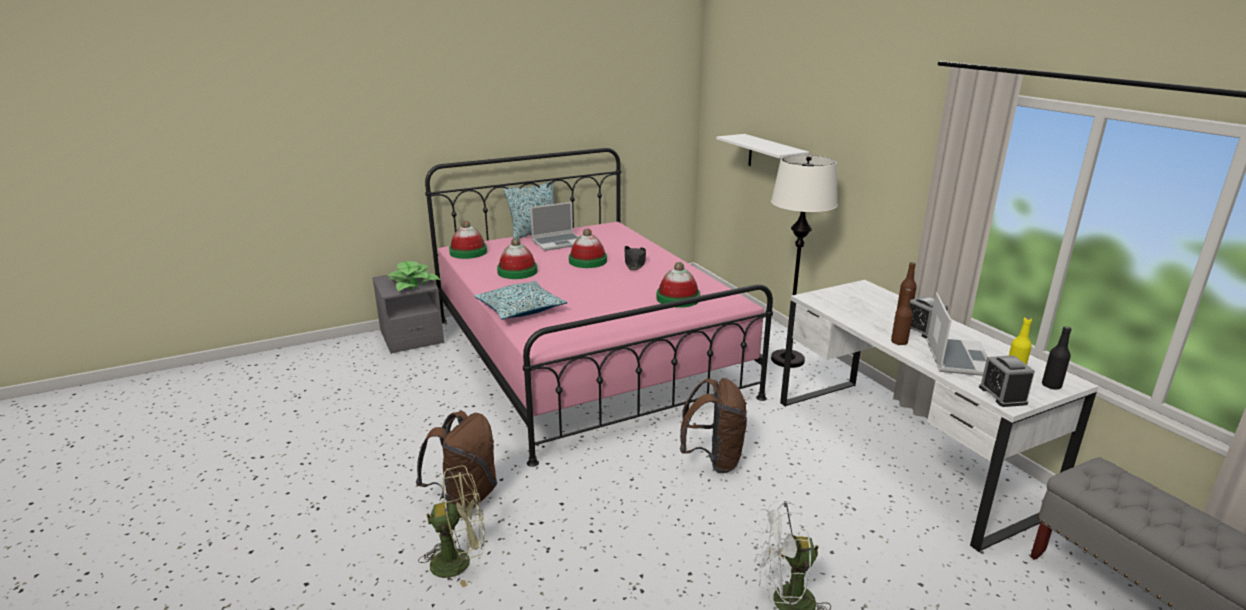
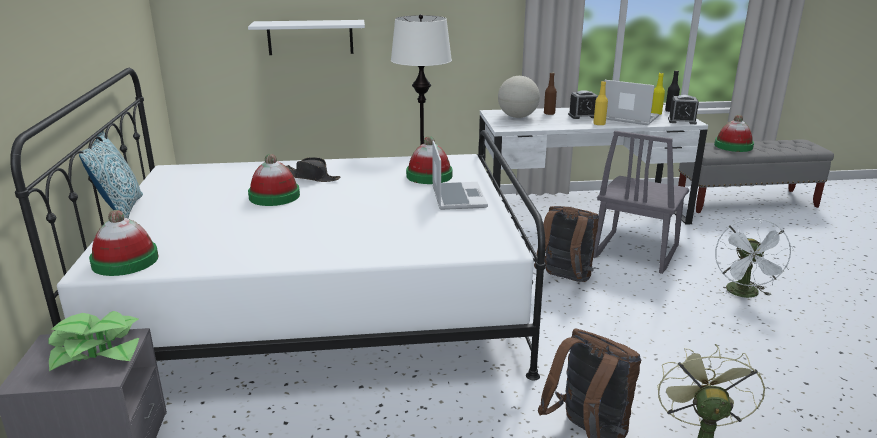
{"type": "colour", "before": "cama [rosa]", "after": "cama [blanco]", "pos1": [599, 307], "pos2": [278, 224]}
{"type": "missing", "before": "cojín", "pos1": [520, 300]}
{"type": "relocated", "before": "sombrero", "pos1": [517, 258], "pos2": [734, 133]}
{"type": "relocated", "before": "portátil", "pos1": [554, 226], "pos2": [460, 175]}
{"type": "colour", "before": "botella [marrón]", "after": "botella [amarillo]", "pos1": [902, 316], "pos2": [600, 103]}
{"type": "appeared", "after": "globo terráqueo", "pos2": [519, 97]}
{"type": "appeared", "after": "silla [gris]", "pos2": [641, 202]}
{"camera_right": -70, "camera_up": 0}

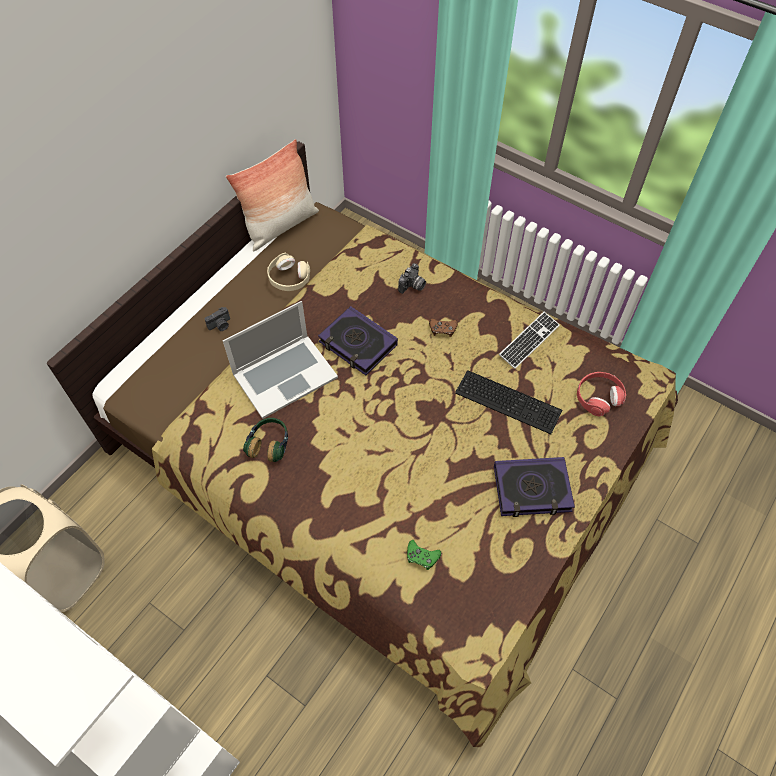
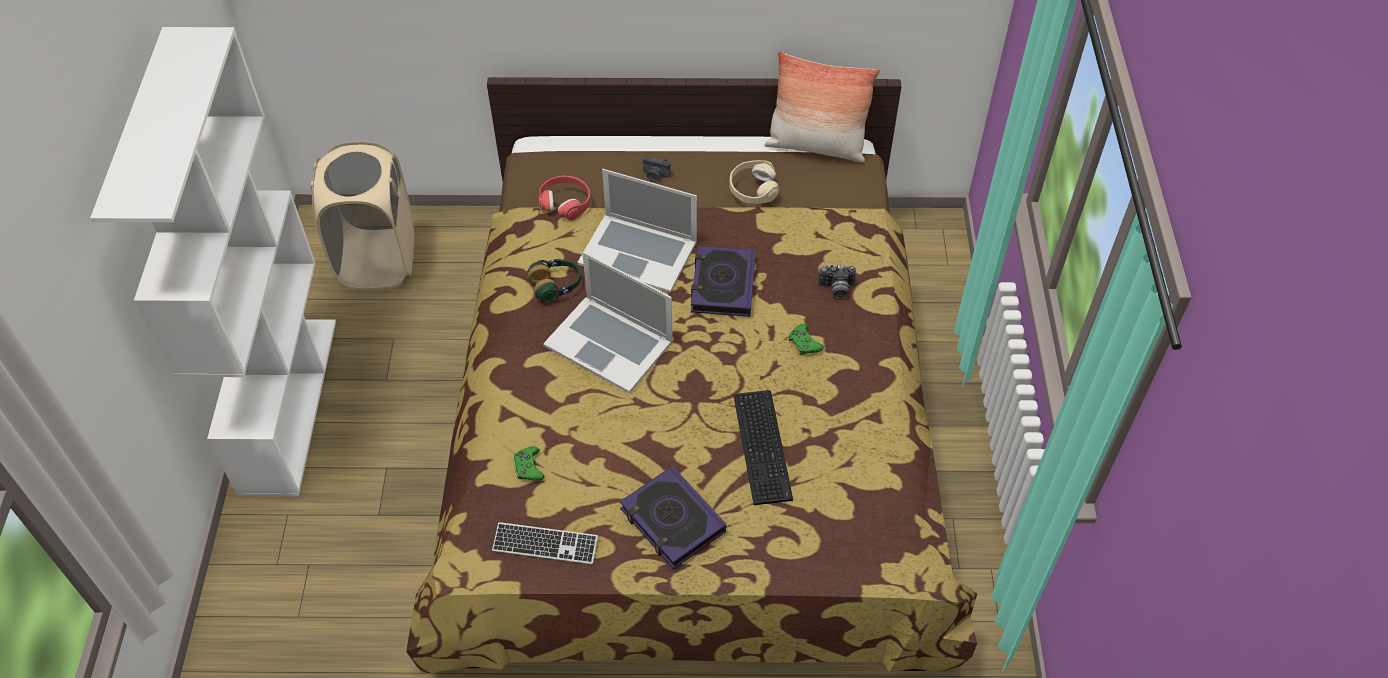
{"type": "colour", "before": "mando de consola [marrón]", "after": "mando de consola [verde]", "pos1": [443, 327], "pos2": [806, 339]}
{"type": "relocated", "before": "teclado", "pos1": [529, 340], "pos2": [545, 543]}
{"type": "relocated", "before": "auriculares [rojo]", "pos1": [601, 394], "pos2": [564, 198]}
{"type": "appeared", "after": "portátil", "pos2": [608, 322]}
{"camera_right": 55, "camera_up": -5}

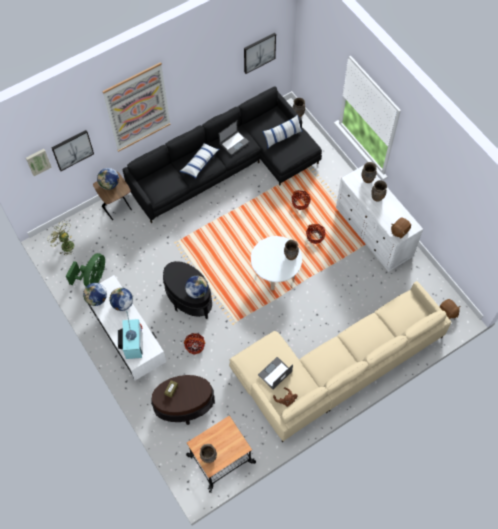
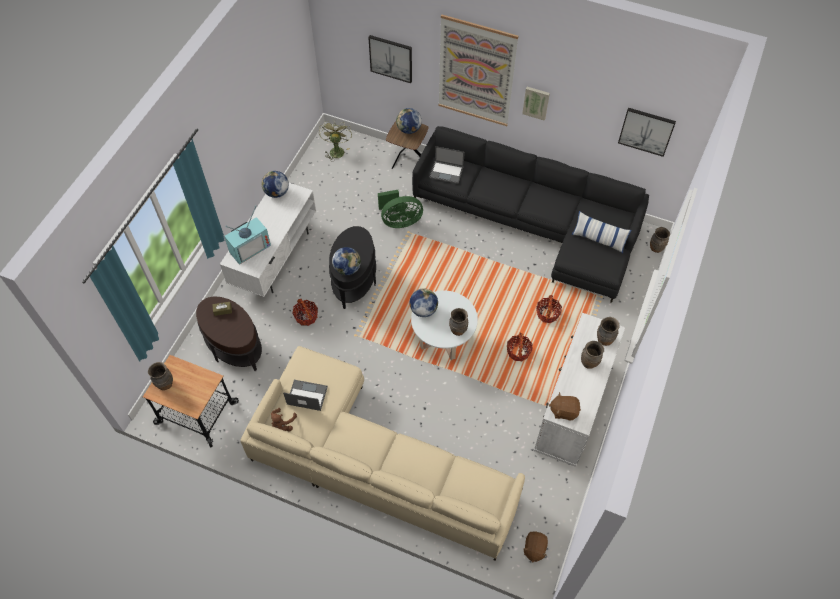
{"type": "relocated", "before": "cuadro", "pos1": [39, 162], "pos2": [536, 103]}
{"type": "relocated", "before": "ventilador [verde]", "pos1": [85, 270], "pos2": [400, 209]}
{"type": "relocated", "before": "globo terráqueo", "pos1": [121, 299], "pos2": [423, 302]}
{"type": "missing", "before": "cojín", "pos1": [199, 161]}
{"type": "relocated", "before": "portátil", "pos1": [234, 138], "pos2": [447, 165]}
{"camera_right": 55, "camera_up": -5}

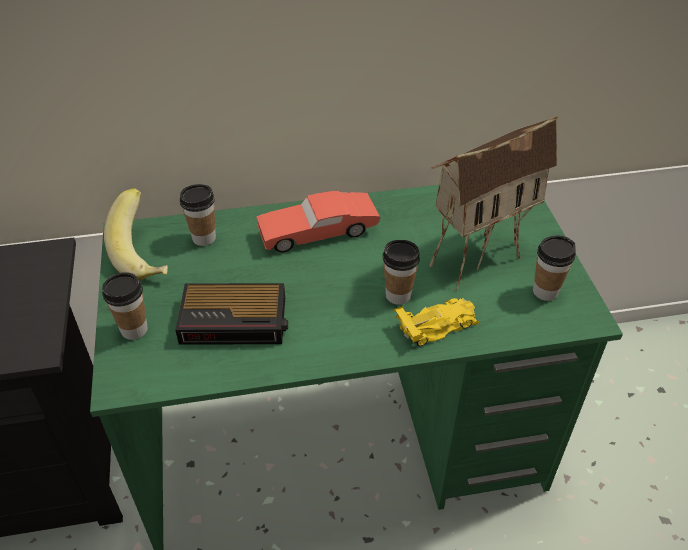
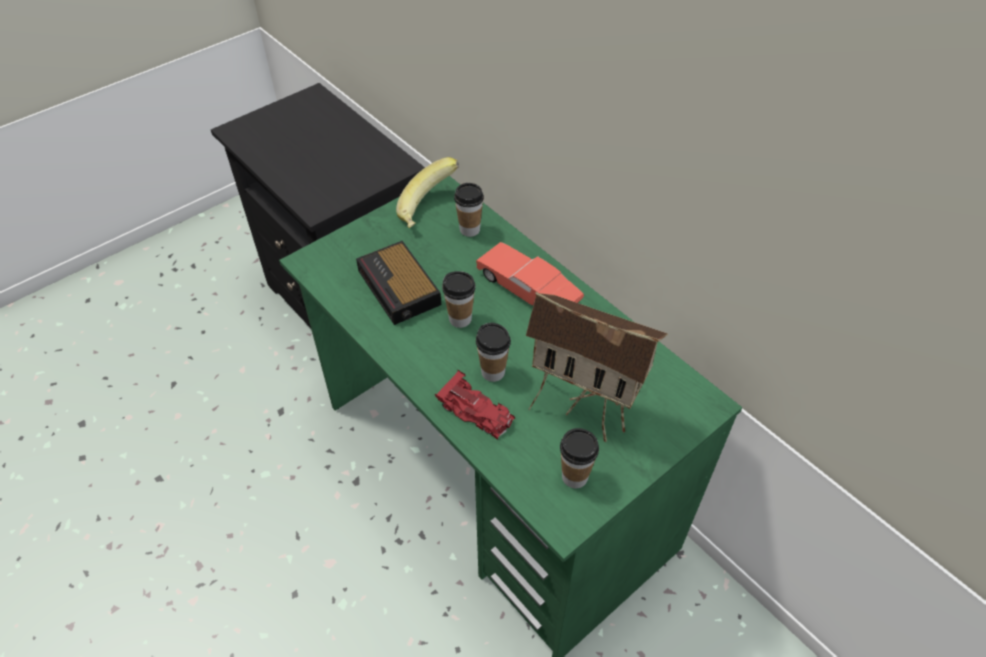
{"type": "relocated", "before": "taza", "pos1": [125, 306], "pos2": [458, 299]}
{"type": "colour", "before": "coche de juguete [amarillo]", "after": "coche de juguete [rojo]", "pos1": [436, 322], "pos2": [475, 404]}
{"camera_right": 60, "camera_up": 5}

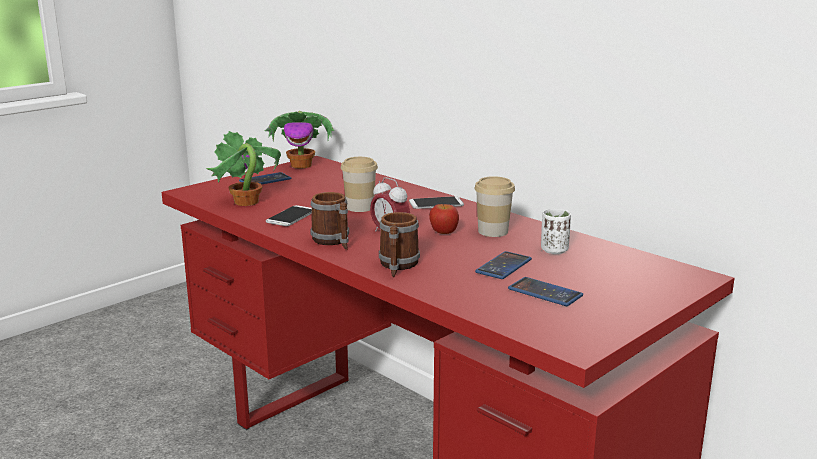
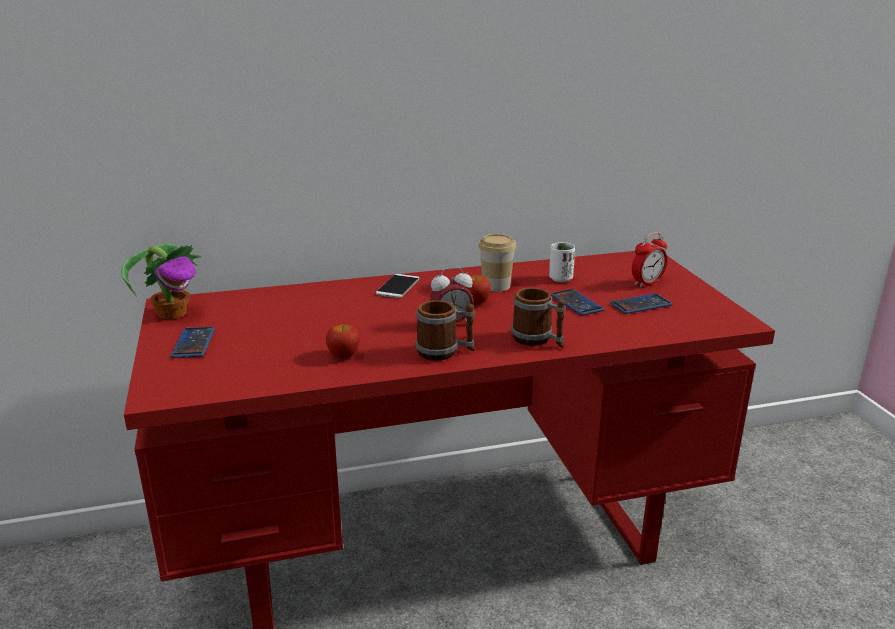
{"type": "missing", "before": "planta en maceta", "pos1": [243, 168]}
{"type": "exchanged", "before": "móvil", "after": "manzana", "pos1": [289, 215], "pos2": [343, 341]}
{"type": "missing", "before": "taza", "pos1": [359, 184]}
{"type": "appeared", "after": "despertador", "pos2": [649, 259]}
{"camera_right": -60, "camera_up": 5}

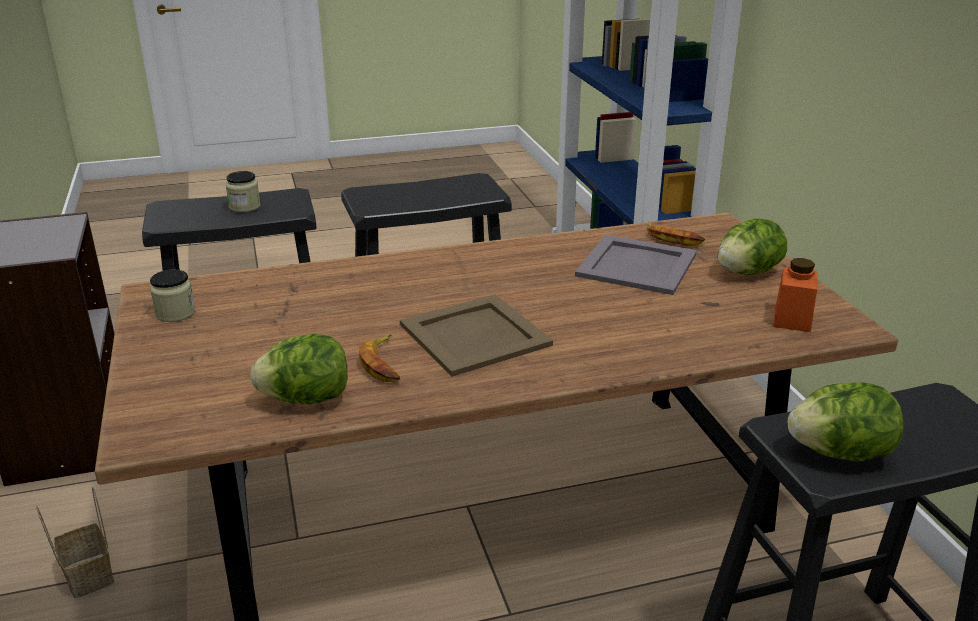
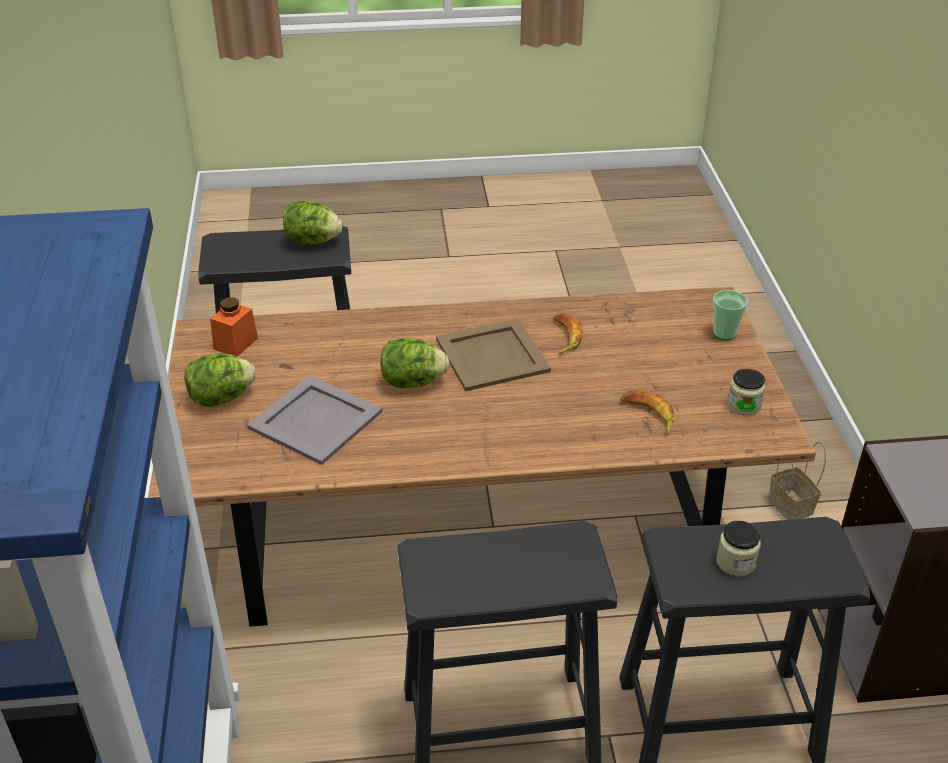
{"type": "relocated", "before": "lechuga", "pos1": [299, 369], "pos2": [415, 362]}
{"type": "relocated", "before": "plátano", "pos1": [676, 234], "pos2": [647, 412]}
{"type": "appeared", "after": "taza", "pos2": [730, 315]}
{"camera_right": -170, "camera_up": 10}

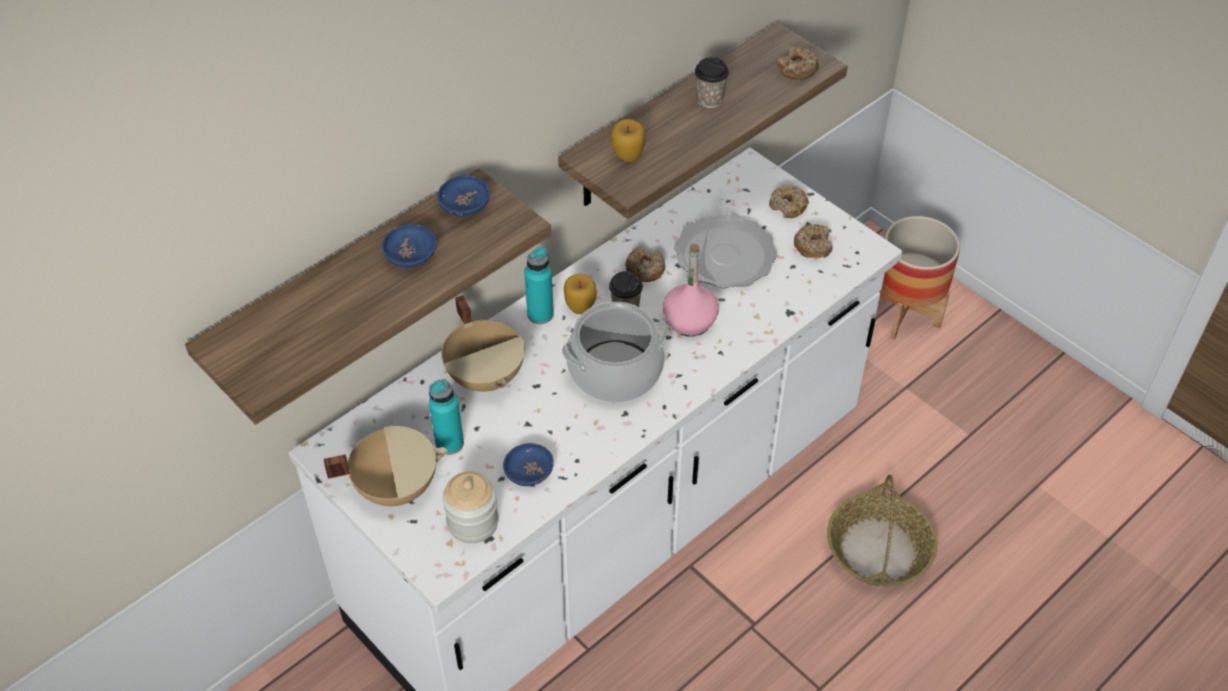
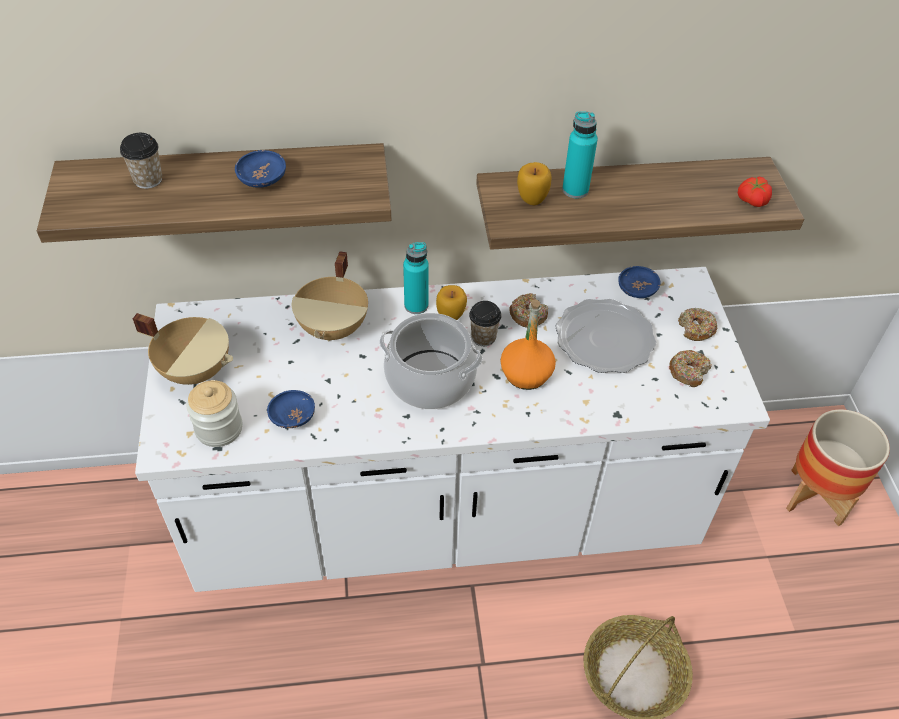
{"type": "relocated", "before": "botella [turquesa]", "pos1": [446, 417], "pos2": [580, 155]}
{"type": "relocated", "before": "cuenco [azul]", "pos1": [463, 195], "pos2": [639, 282]}
{"type": "colour", "before": "botella [rosa]", "after": "botella [naranja]", "pos1": [691, 290], "pos2": [528, 344]}
{"type": "relocated", "before": "taza", "pos1": [712, 82], "pos2": [141, 161]}
{"type": "exchanged", "before": "rosquilla", "after": "tomate", "pos1": [798, 63], "pos2": [755, 192]}
{"camera_right": 35, "camera_up": 0}

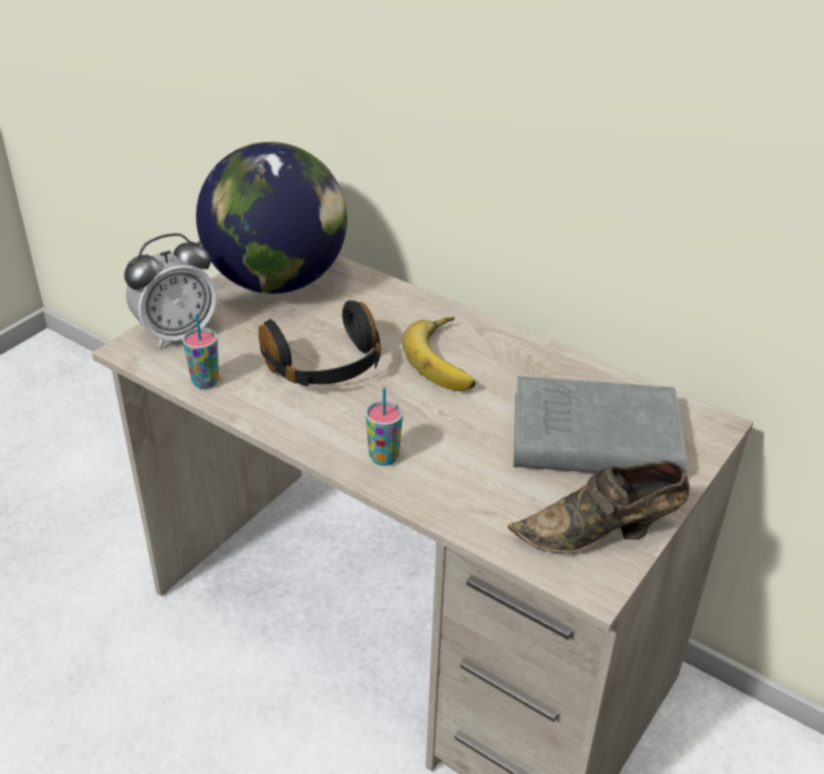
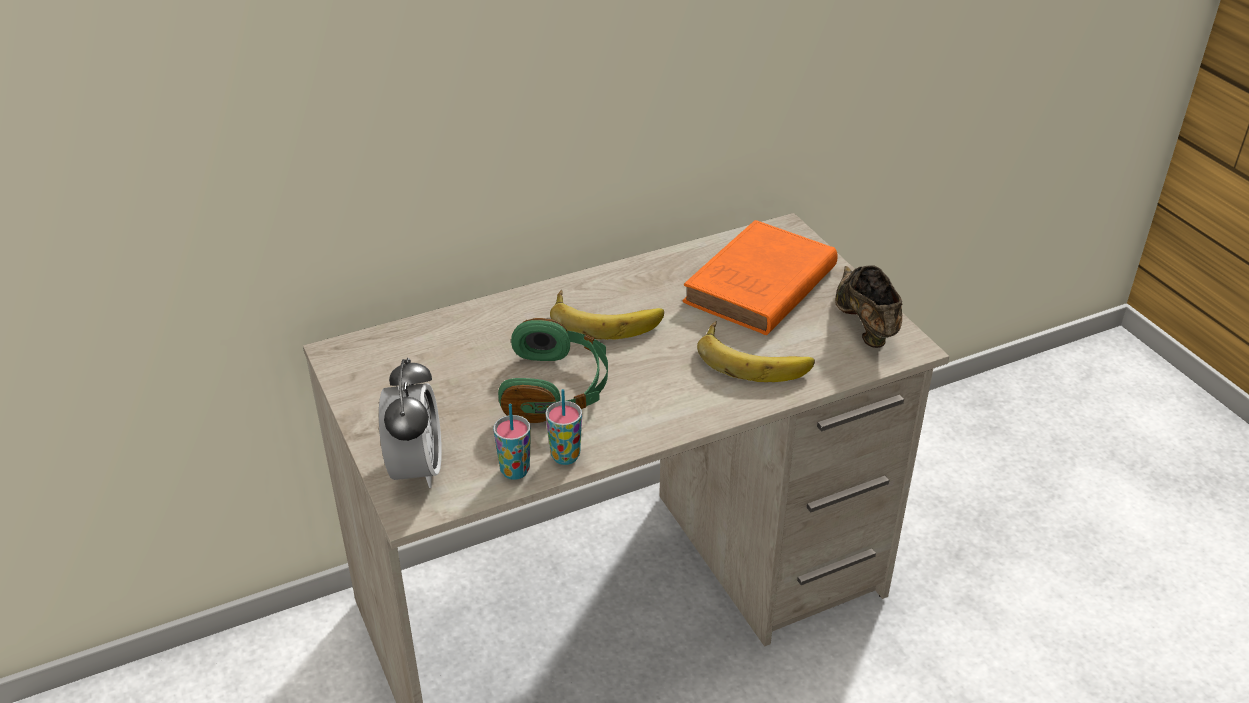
{"type": "missing", "before": "globo terráqueo", "pos1": [271, 218]}
{"type": "colour", "before": "auriculares [negro]", "after": "auriculares [verde]", "pos1": [319, 343], "pos2": [553, 370]}
{"type": "relocated", "before": "taza", "pos1": [384, 427], "pos2": [564, 427]}
{"type": "spun", "before": "zapato [marrón]", "pos1": [598, 507], "pos2": [869, 306], "turn": 150}
{"type": "colour", "before": "libro [gris]", "after": "libro [naranja]", "pos1": [600, 424], "pos2": [760, 277]}
{"type": "appeared", "after": "plátano", "pos2": [756, 351]}
{"camera_right": -60, "camera_up": 0}

